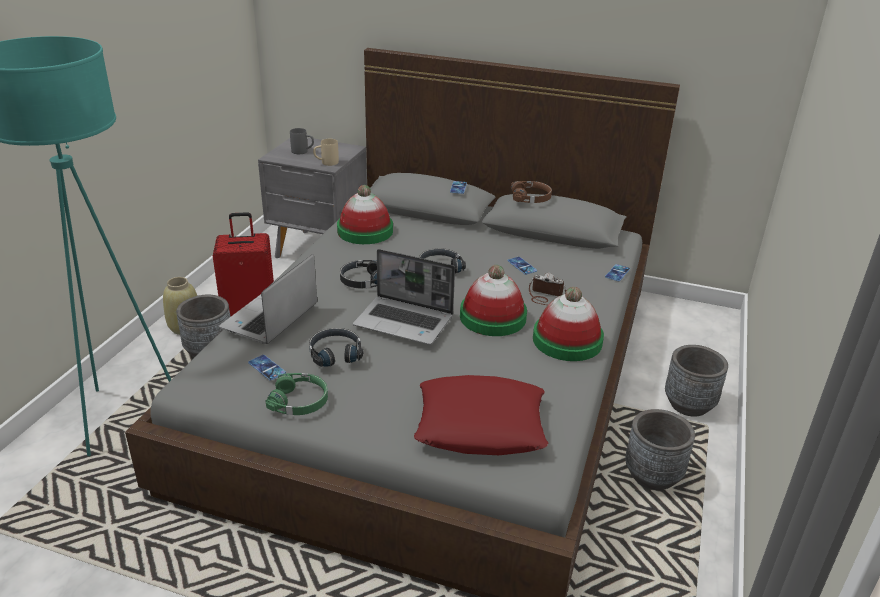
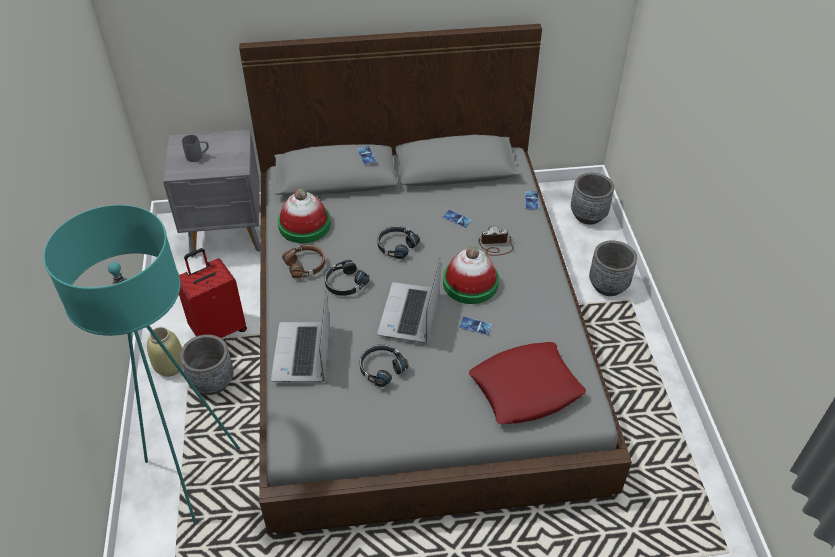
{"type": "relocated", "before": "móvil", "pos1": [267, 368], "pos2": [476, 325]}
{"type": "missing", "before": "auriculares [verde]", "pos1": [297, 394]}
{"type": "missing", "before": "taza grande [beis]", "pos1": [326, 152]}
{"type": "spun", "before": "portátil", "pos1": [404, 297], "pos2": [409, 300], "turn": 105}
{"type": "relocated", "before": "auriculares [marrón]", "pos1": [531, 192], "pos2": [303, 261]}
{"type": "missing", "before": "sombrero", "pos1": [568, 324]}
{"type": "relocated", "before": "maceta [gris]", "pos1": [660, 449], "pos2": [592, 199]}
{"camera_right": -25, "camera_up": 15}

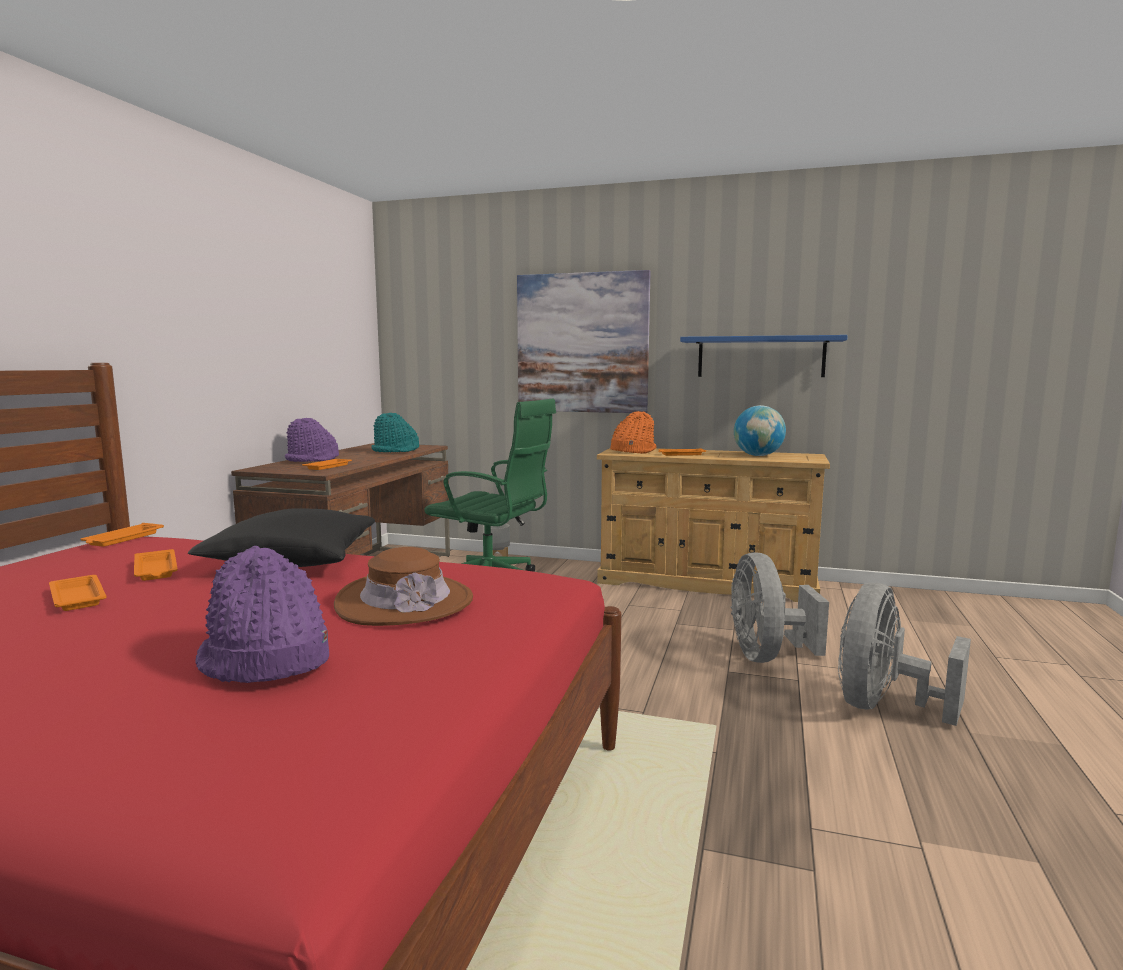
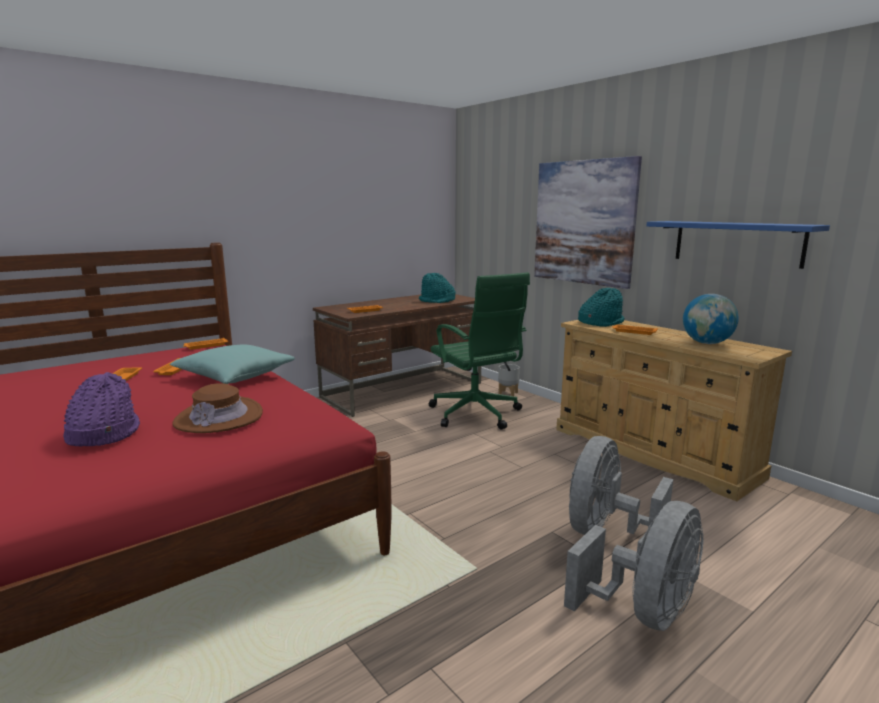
{"type": "colour", "before": "cojín [negro]", "after": "cojín [turquesa]", "pos1": [281, 537], "pos2": [232, 364]}
{"type": "missing", "before": "sombrero [morado]", "pos1": [312, 440]}
{"type": "colour", "before": "sombrero [naranja]", "after": "sombrero [turquesa]", "pos1": [633, 432], "pos2": [601, 307]}
{"type": "spun", "before": "ventilador [gris]", "pos1": [904, 654], "pos2": [634, 566], "turn": 150}
{"camera_right": 35, "camera_up": 5}

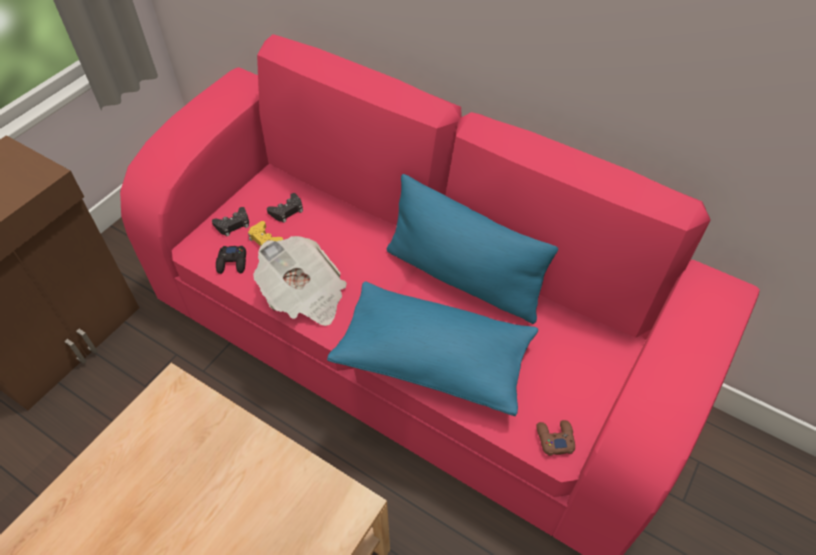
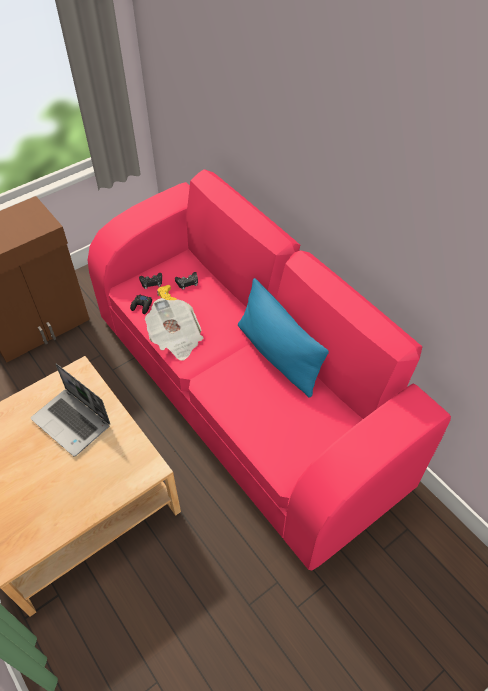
{"type": "missing", "before": "cojín [azul]", "pos1": [432, 348]}
{"type": "missing", "before": "mando de consola [marrón]", "pos1": [555, 438]}
{"type": "appeared", "after": "portátil", "pos2": [70, 410]}
{"camera_right": 20, "camera_up": 0}

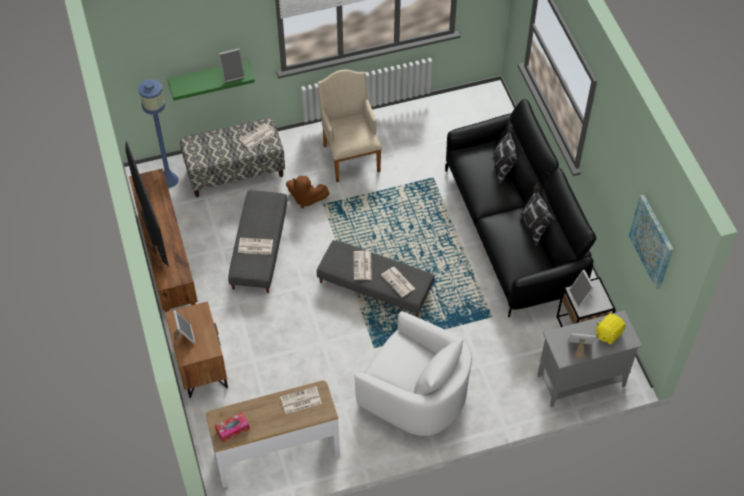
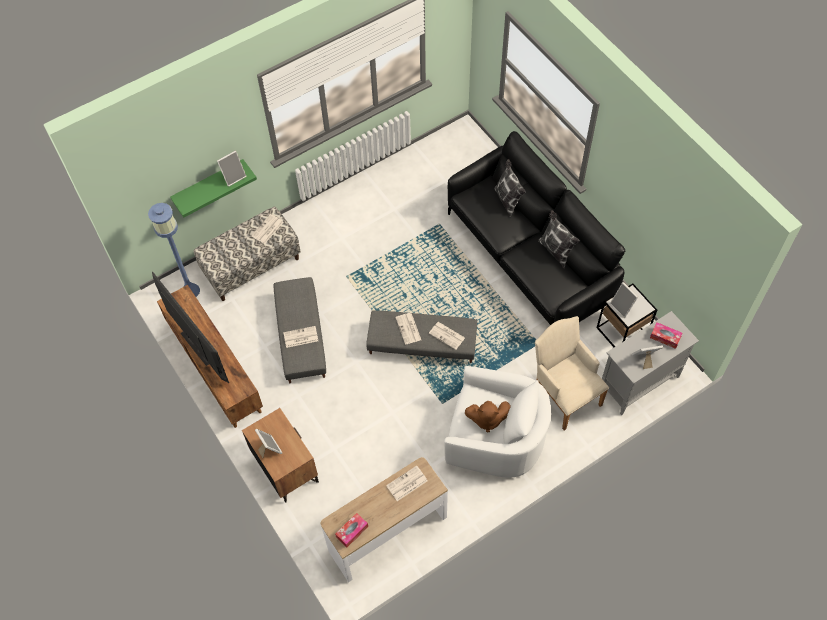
{"type": "relocated", "before": "peluche [marrón]", "pos1": [307, 192], "pos2": [488, 416]}
{"type": "relocated", "before": "sillón [beis]", "pos1": [350, 126], "pos2": [572, 373]}
{"type": "exchanged", "before": "peluche [amarillo]", "after": "caja de pañuelos", "pos1": [611, 329], "pos2": [666, 336]}
{"type": "missing", "before": "cuadro", "pos1": [651, 242]}
{"camera_right": -15, "camera_up": 5}

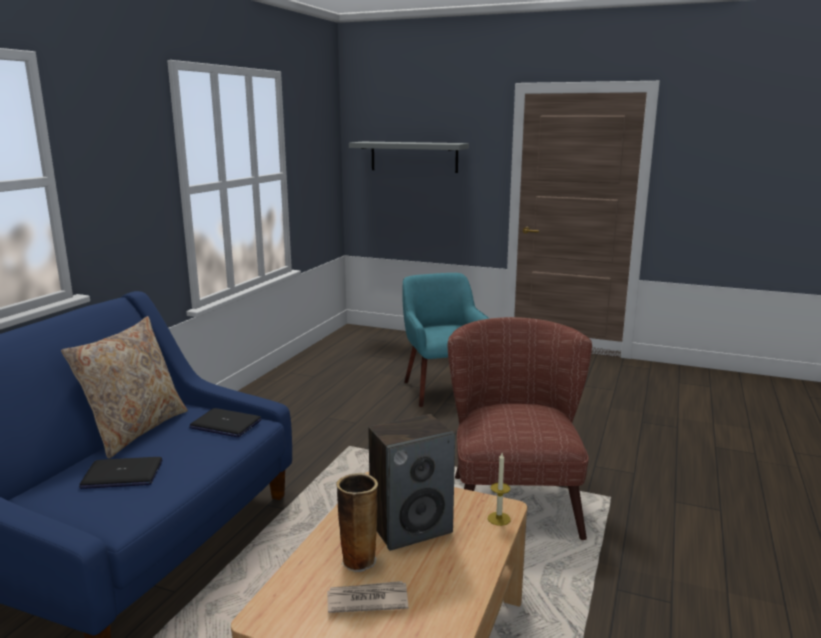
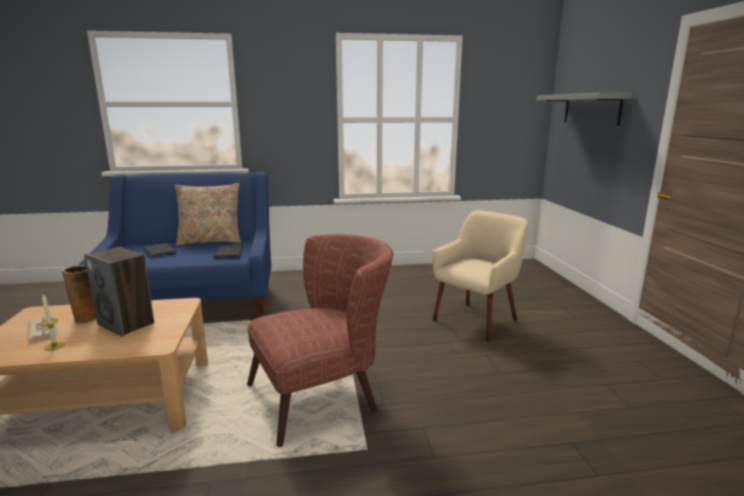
{"type": "colour", "before": "sillón [turquesa]", "after": "sillón [beis]", "pos1": [446, 340], "pos2": [480, 276]}
{"type": "relocated", "before": "vela", "pos1": [499, 489], "pos2": [52, 323]}
{"camera_right": 60, "camera_up": 0}

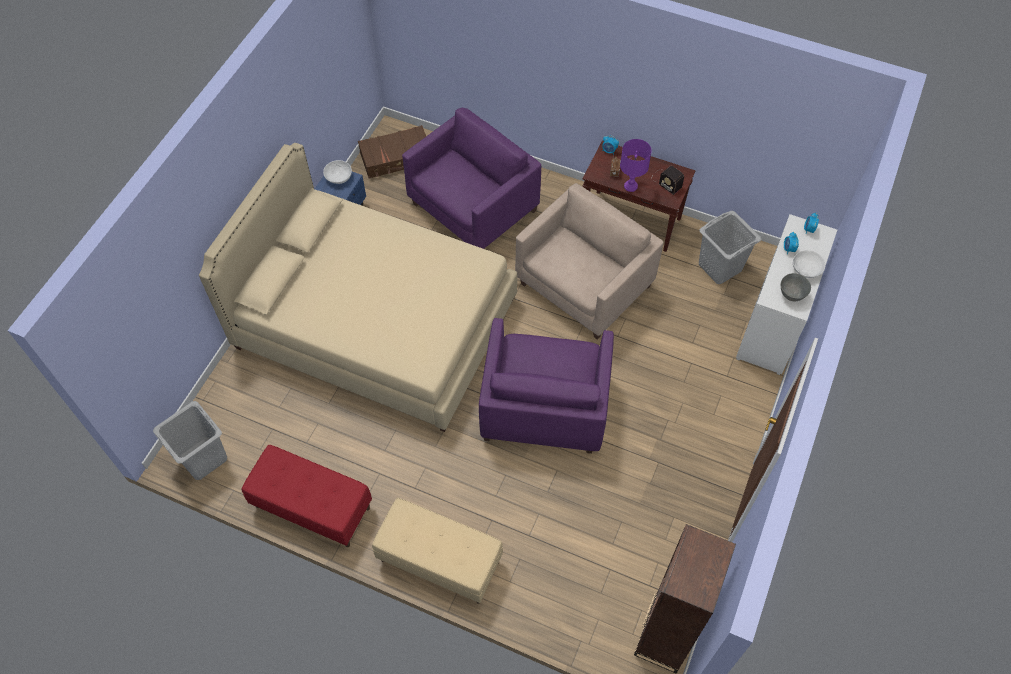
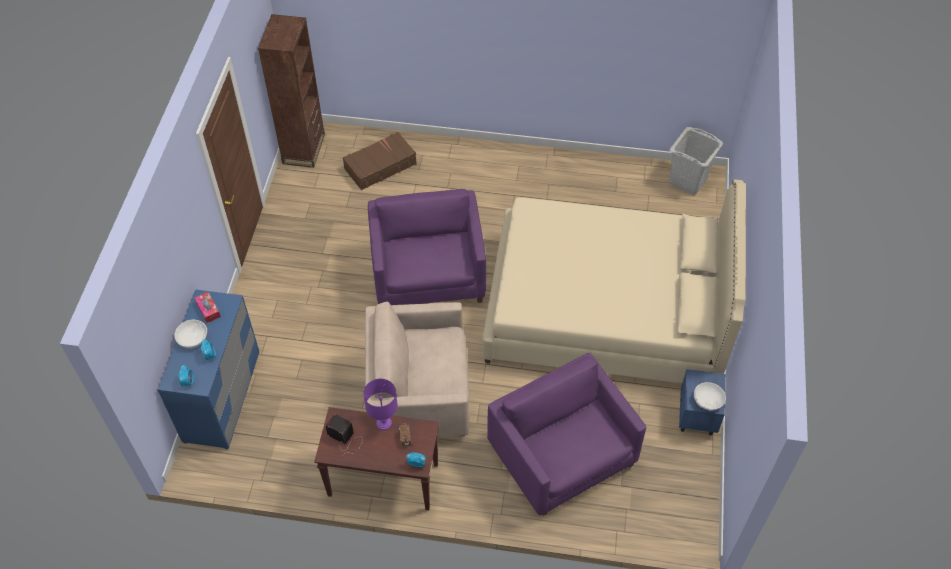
{"type": "missing", "before": "banco [rojo]", "pos1": [306, 496]}
{"type": "relocated", "before": "maleta [marrón]", "pos1": [392, 151], "pos2": [380, 161]}
{"type": "missing", "before": "banco [beis]", "pos1": [437, 551]}
{"type": "spun", "before": "sillón [morado]", "pos1": [471, 178], "pos2": [566, 434], "turn": 120}
{"type": "spun", "before": "sillón [beis]", "pos1": [589, 261], "pos2": [417, 369], "turn": 60}
{"type": "missing", "before": "cesto de la ropa [gris]", "pos1": [730, 247]}
{"type": "colour", "before": "cómoda [blanco]", "after": "cómoda [azul]", "pos1": [786, 294], "pos2": [208, 369]}
{"type": "exchanged", "before": "cuenco [gris]", "after": "caja de pañuelos", "pos1": [796, 287], "pos2": [207, 307]}
{"camera_right": 165, "camera_up": -5}

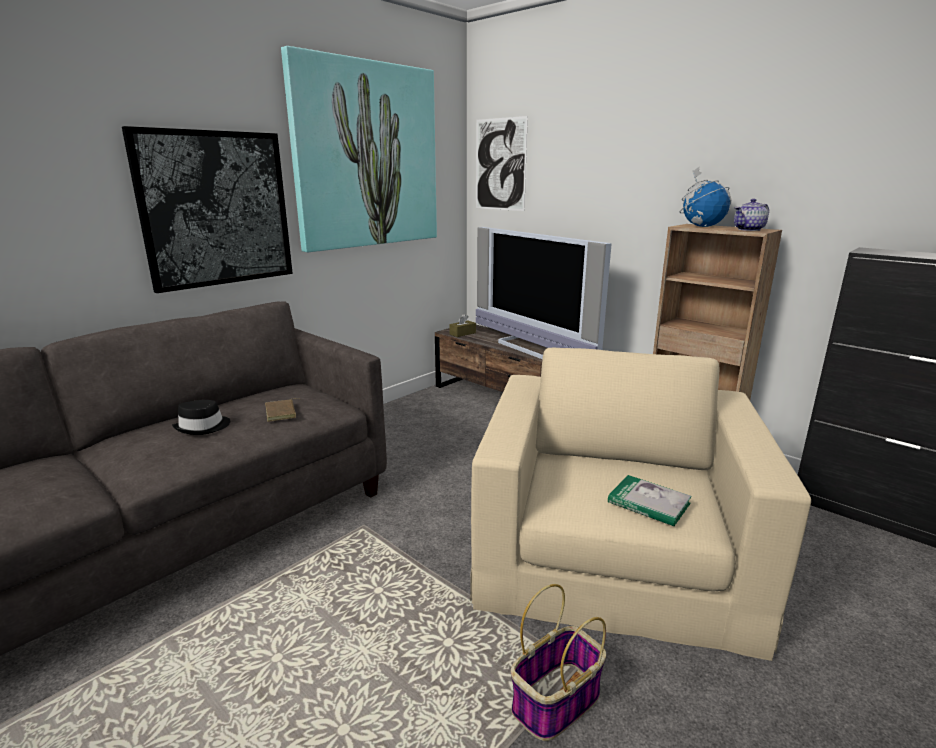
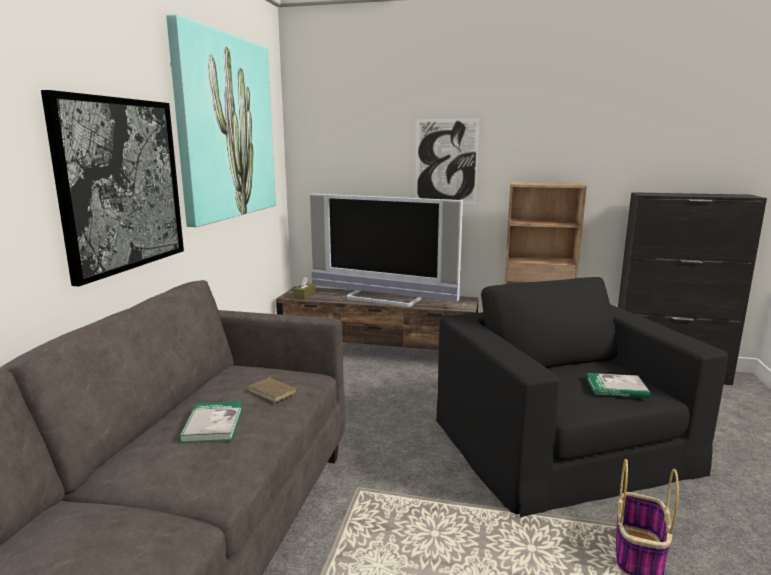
{"type": "exchanged", "before": "sombrero [negro]", "after": "libro", "pos1": [201, 417], "pos2": [211, 422]}
{"type": "colour", "before": "sillón [beis]", "after": "sillón [negro]", "pos1": [640, 504], "pos2": [582, 397]}
{"type": "relocated", "before": "cuadro", "pos1": [502, 163], "pos2": [447, 161]}
{"type": "missing", "before": "globo terráqueo", "pos1": [705, 196]}
{"type": "missing", "before": "tetera", "pos1": [751, 215]}
{"camera_right": -30, "camera_up": -5}

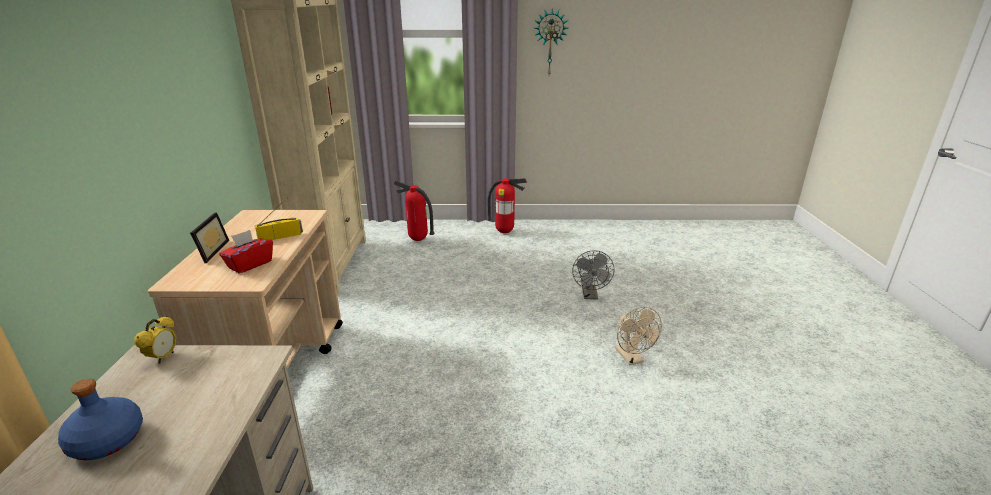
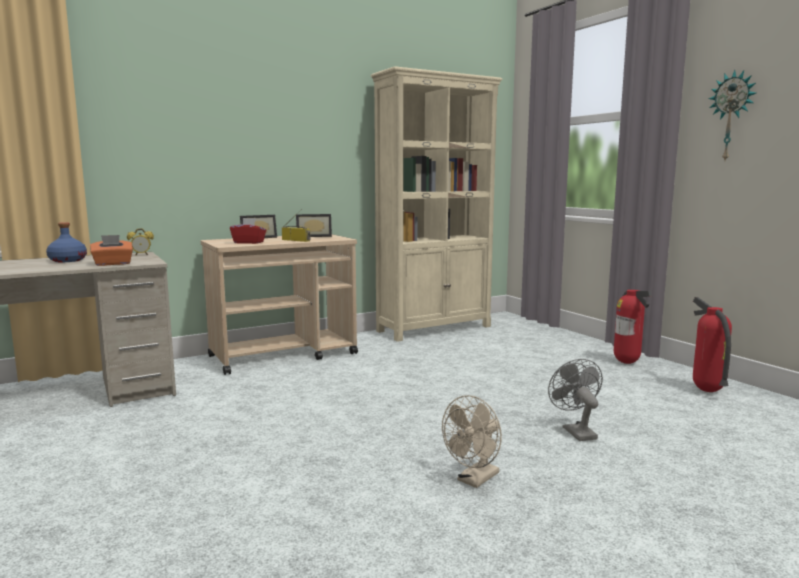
{"type": "relocated", "before": "extintor", "pos1": [414, 210], "pos2": [712, 344]}
{"type": "spun", "before": "ventilador [gris]", "pos1": [593, 274], "pos2": [575, 400], "turn": 105}
{"type": "appeared", "after": "caja de pañuelos [naranja]", "pos2": [111, 250]}
{"type": "appeared", "after": "portarretratos", "pos2": [314, 225]}
{"camera_right": 60, "camera_up": -15}

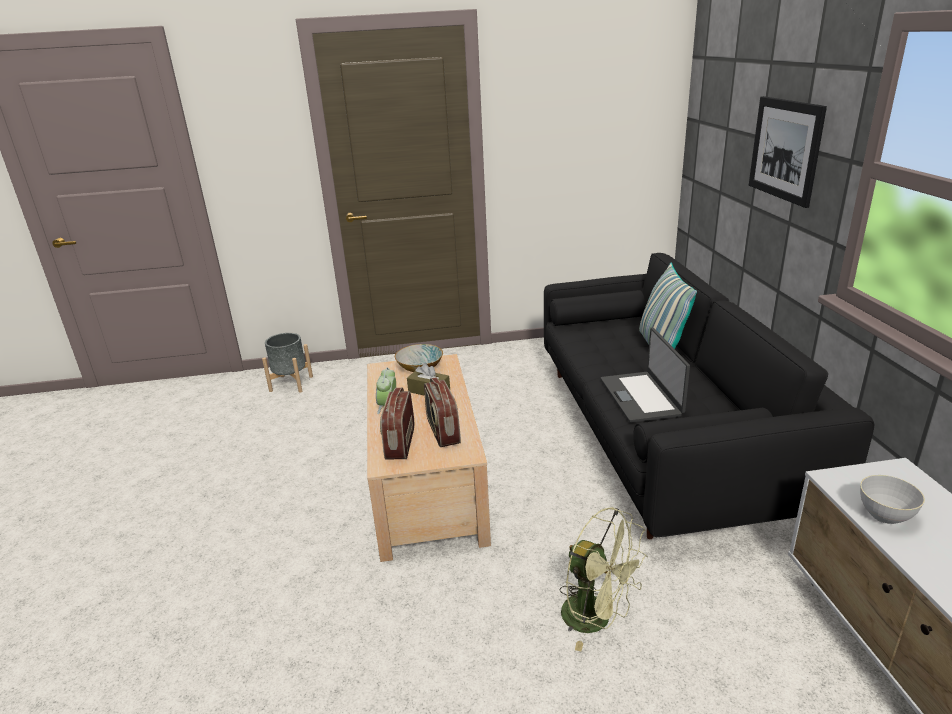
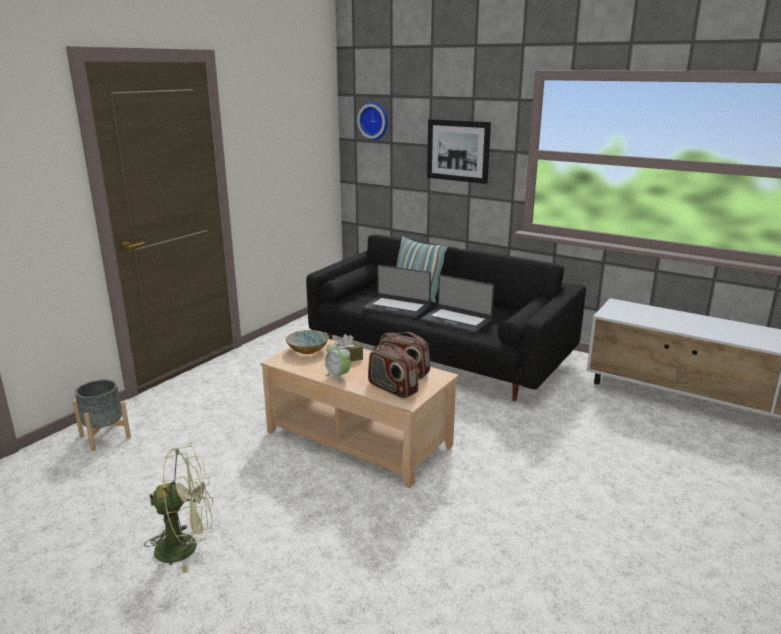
{"type": "relocated", "before": "ventilador [verde]", "pos1": [603, 579], "pos2": [178, 510]}
{"type": "missing", "before": "cuenco [gris]", "pos1": [892, 499]}
{"type": "appeared", "after": "reloj de pared", "pos2": [372, 121]}
{"type": "appeared", "after": "portátil", "pos2": [397, 291]}
{"camera_right": -50, "camera_up": -5}

